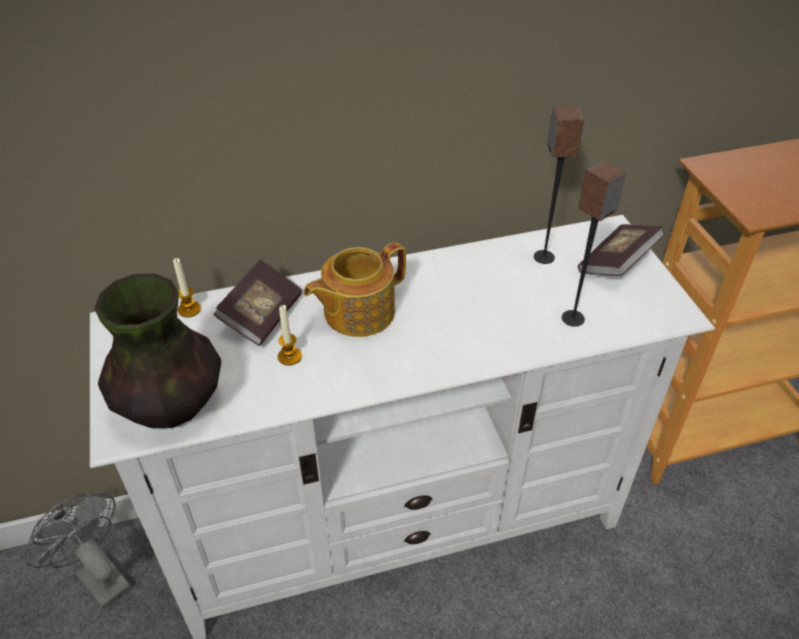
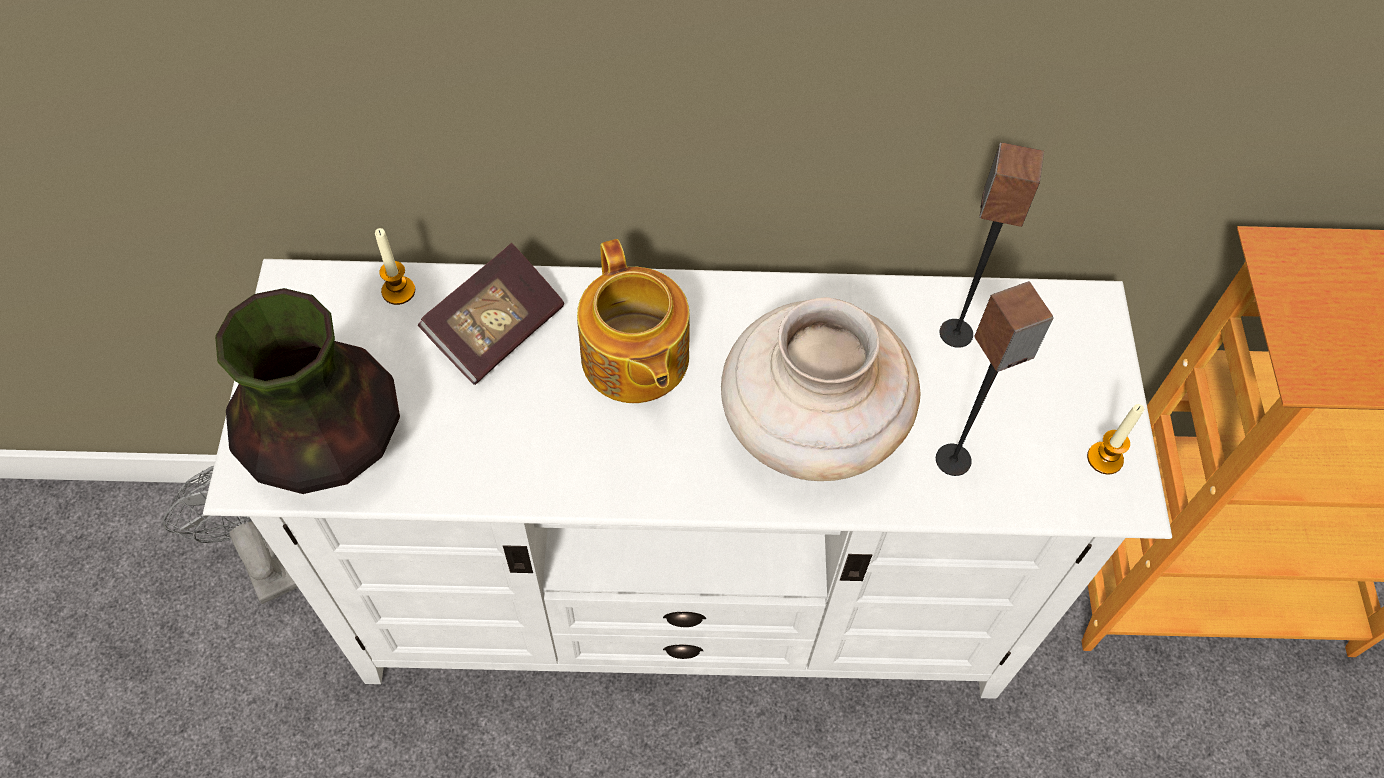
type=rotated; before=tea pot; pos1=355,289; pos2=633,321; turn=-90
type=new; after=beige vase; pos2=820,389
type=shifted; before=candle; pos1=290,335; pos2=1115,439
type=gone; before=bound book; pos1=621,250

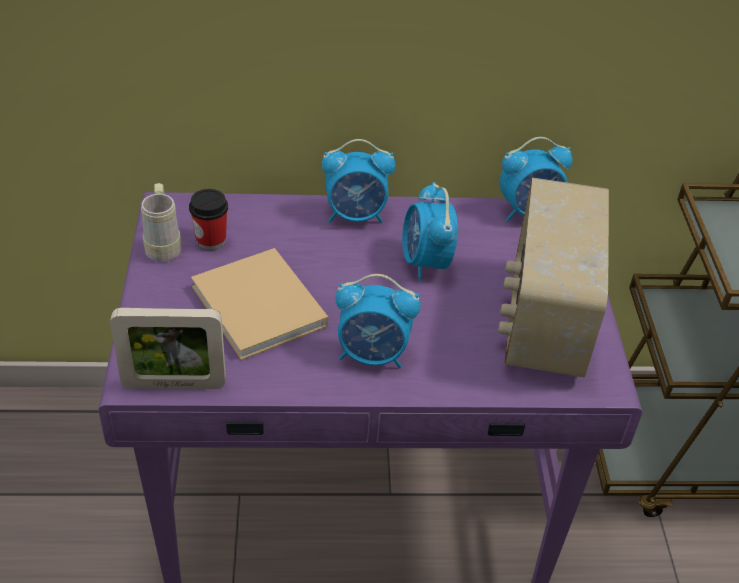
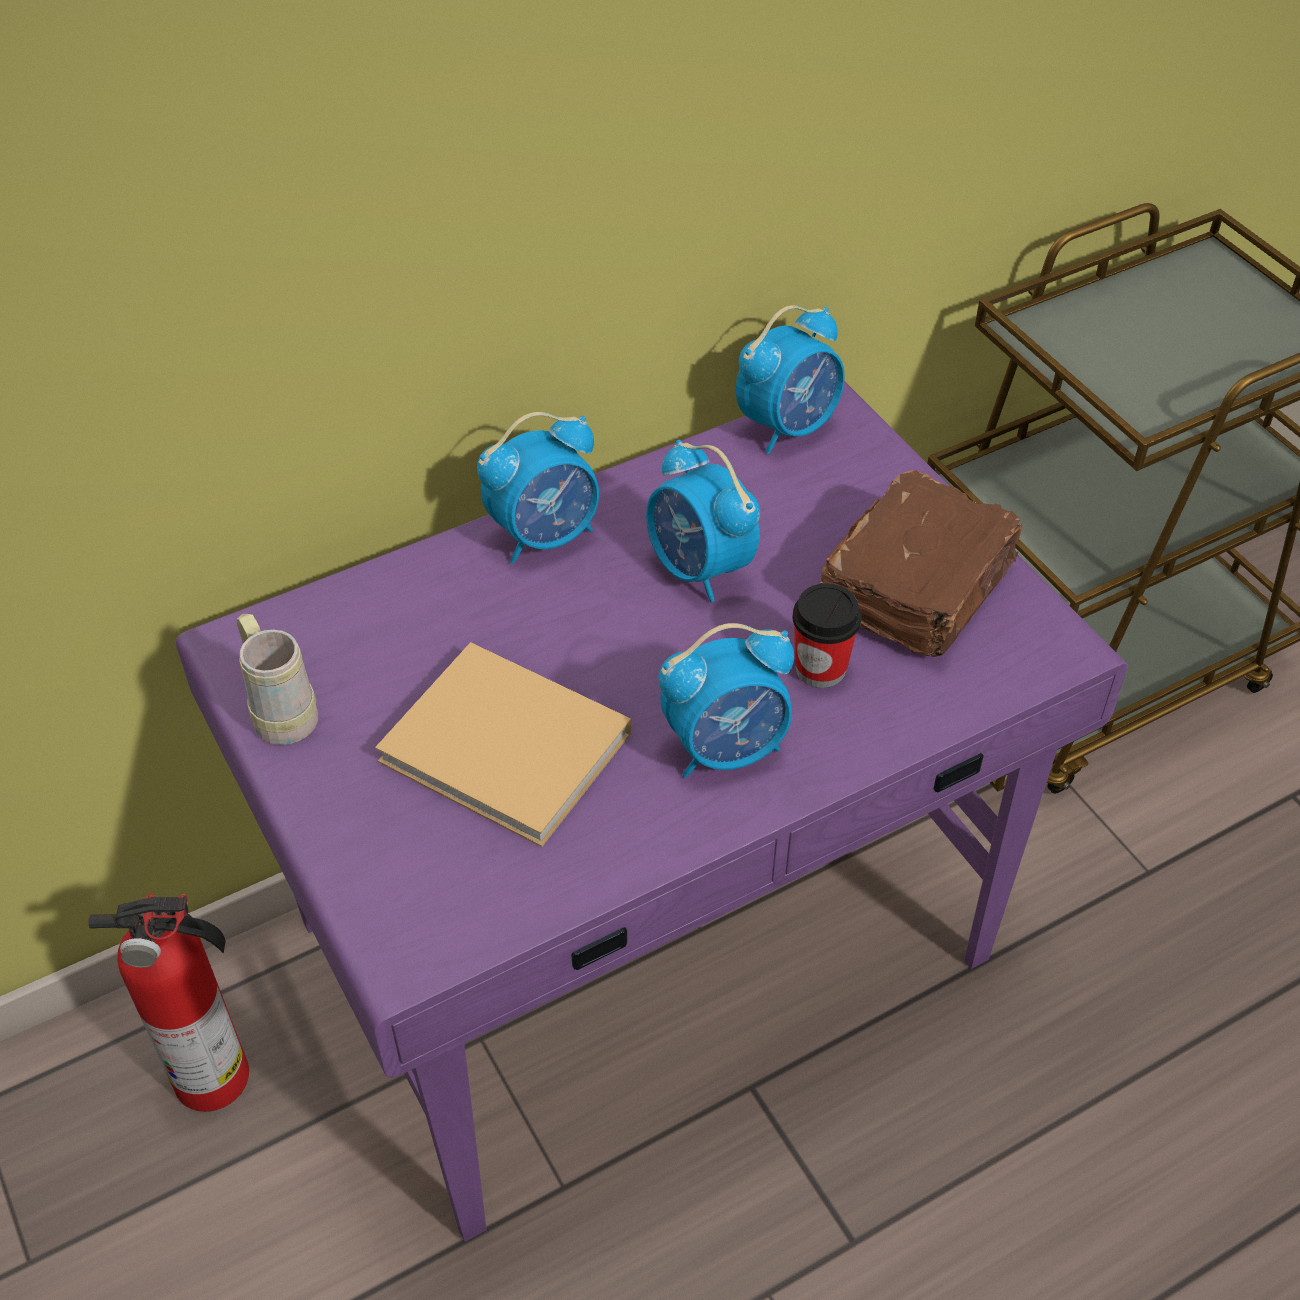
type=new; after=fire-fighting cylinder; pos2=168,1003
type=shifted; before=cup; pos1=208,220; pos2=826,635
type=swapped; before=radio; after=brownish bound book; pos1=553,277; pos2=921,563
type=gone; before=standing frame; pos1=168,348

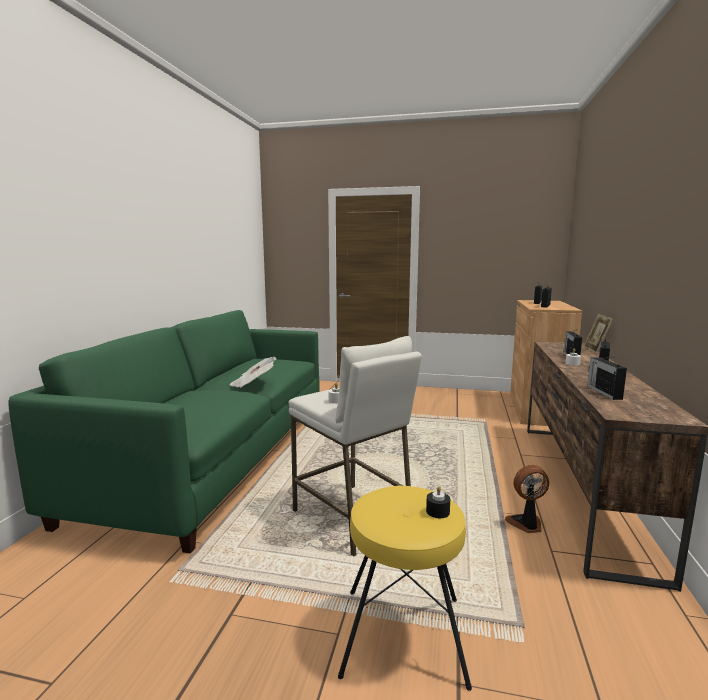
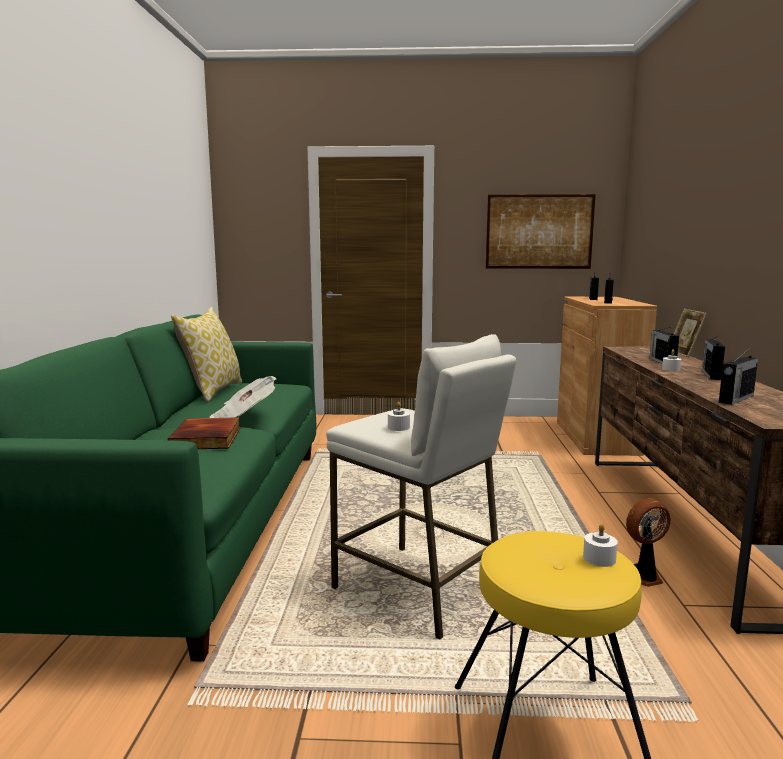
type=new; after=bound book; pos2=204,433
type=new; after=throw pillow; pos2=206,354
type=new; after=wall art; pos2=541,231
type=repainted; before=black candle; after=white-coloured candle; pos1=438,502; pos2=600,545
type=rotated; before=radio; pos1=607,378; pos2=738,376; turn=-120

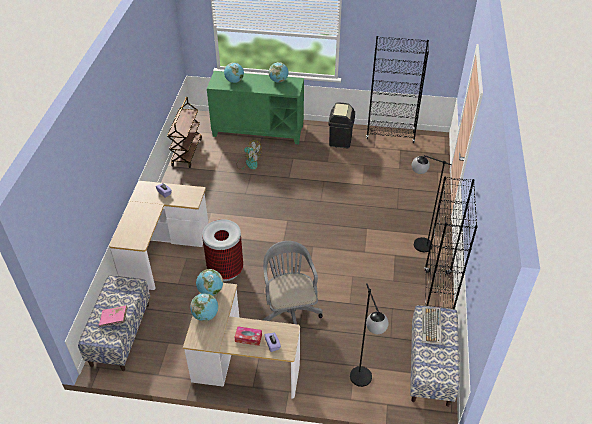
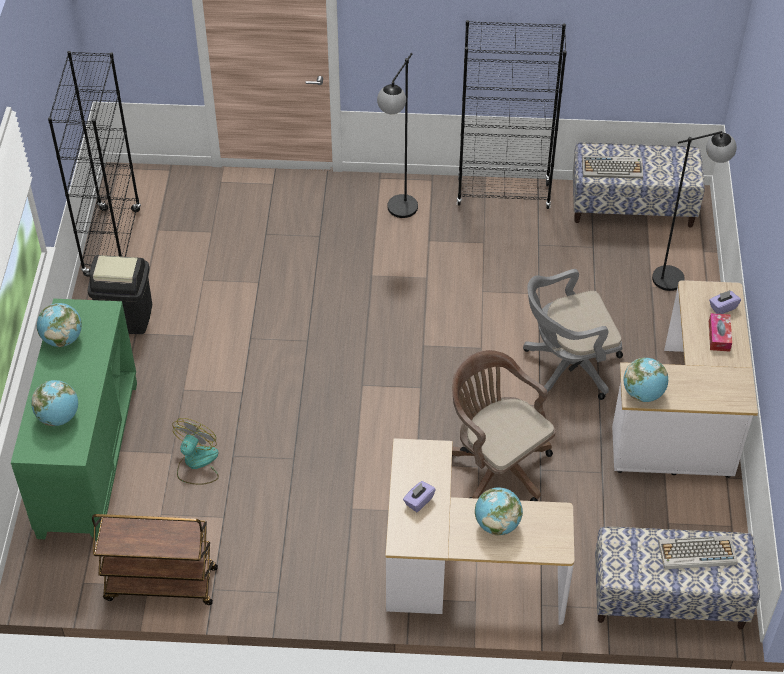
type=swapped; before=rubbish bin; after=brownish office chair; pos1=222,250; pos2=504,425
type=shifted; before=world globe; pos1=204,307; pos2=499,511
type=swapped; before=pinkish bound book; after=computer keyboard; pos1=113,316; pos2=698,552

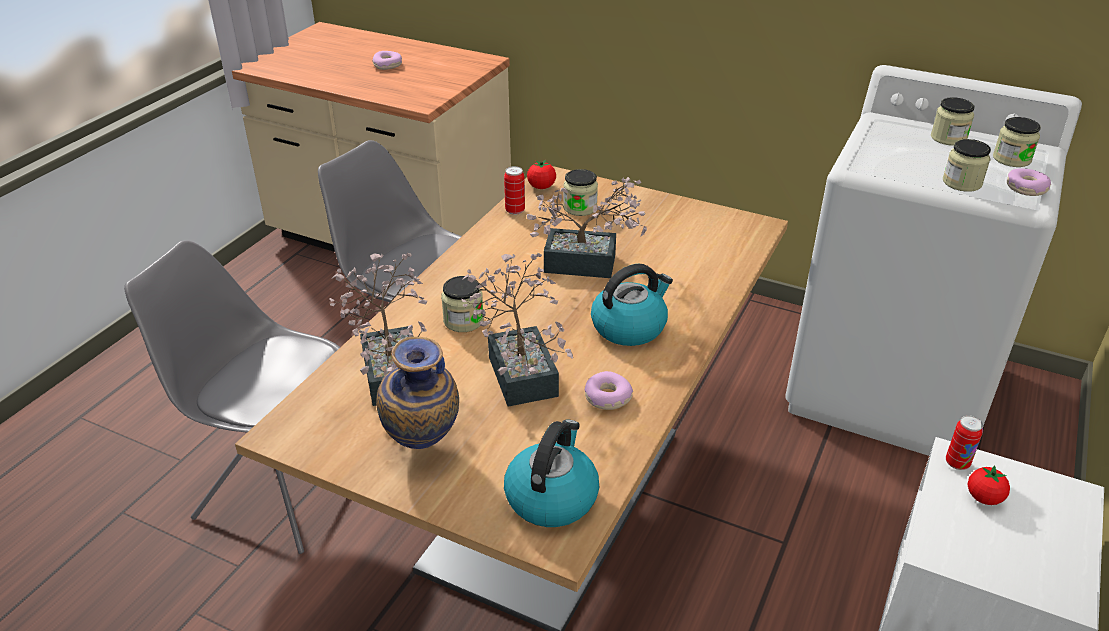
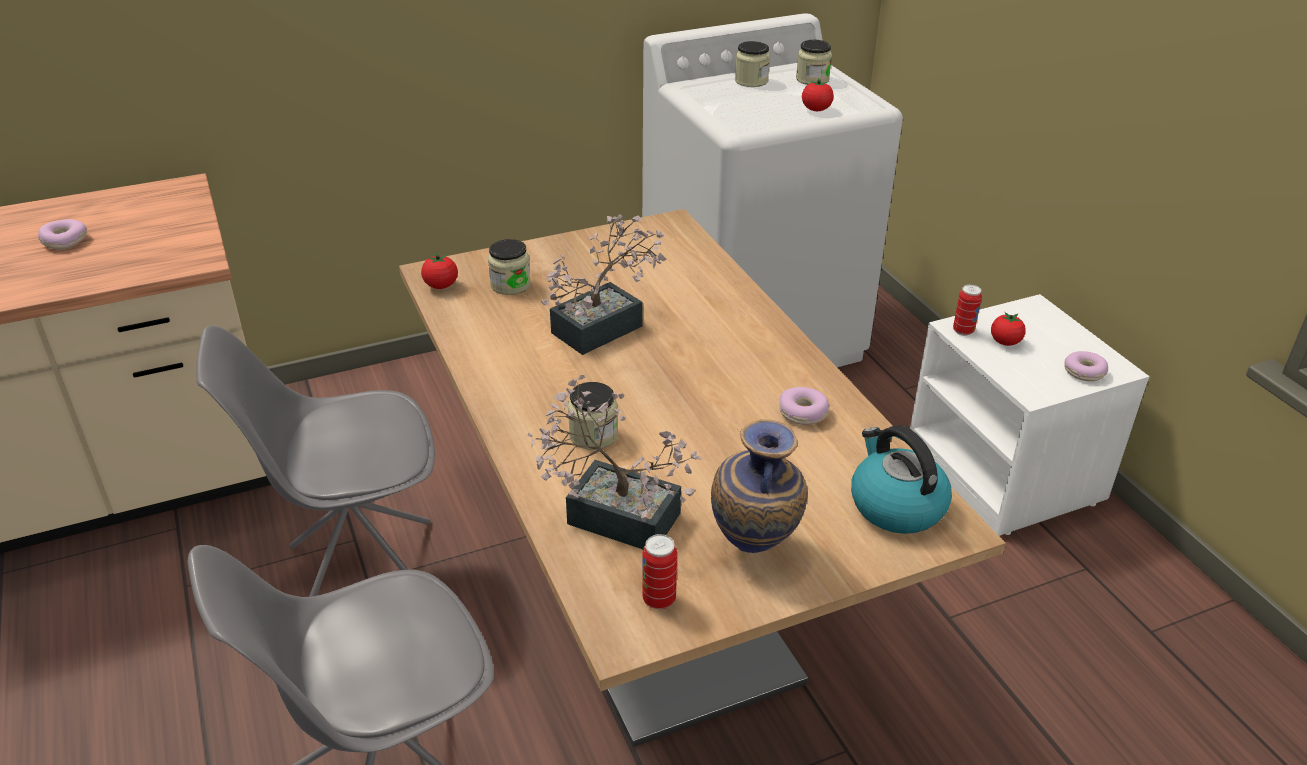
type=shifted; before=metal can; pos1=514,190; pos2=659,571
type=swapped; before=preserve jar; after=tomato; pos1=967,165; pos2=818,94
type=shifted; before=ring doughnut; pos1=1029,182; pos2=1086,366
type=gone; before=plant in a pot; pos1=517,330
type=gone; before=tea kettle; pos1=632,305

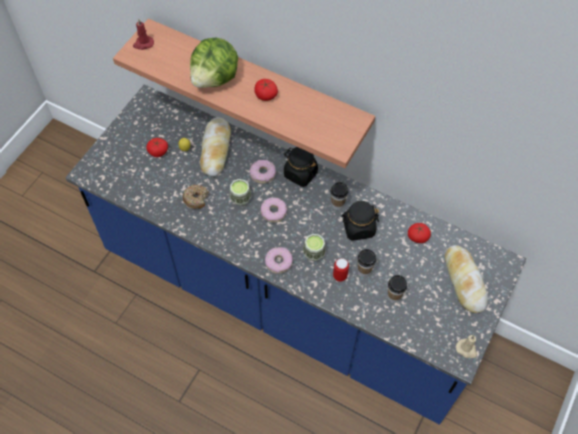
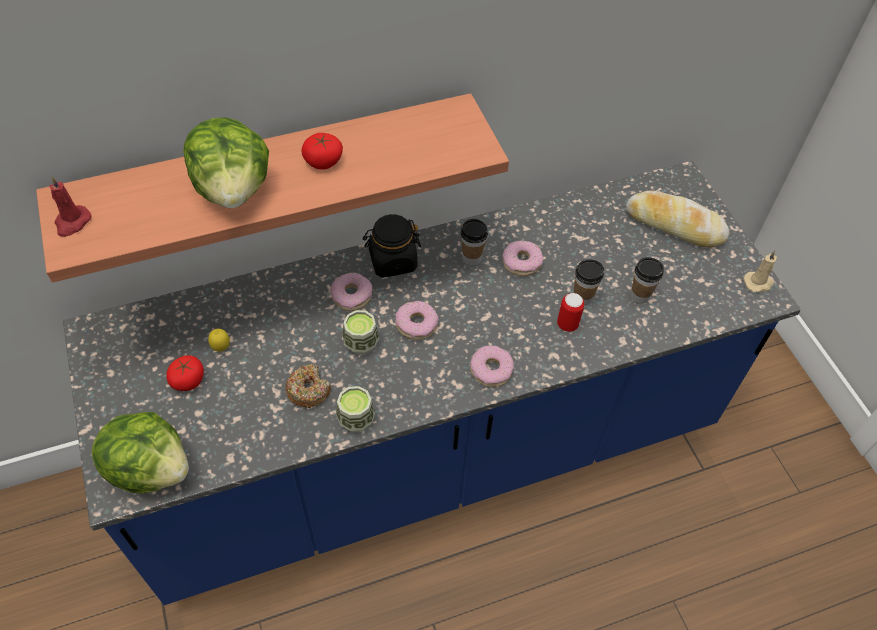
type=new; after=lettuce head; pos2=140,453
type=shifted; before=cup; pos1=314,247; pos2=355,409
type=swapped; before=black preserve jar; after=ring doughnut; pos1=360,221; pos2=522,258
type=gone; before=baked bread; pos1=215,146
type=gone; before=tomato; pos1=419,233

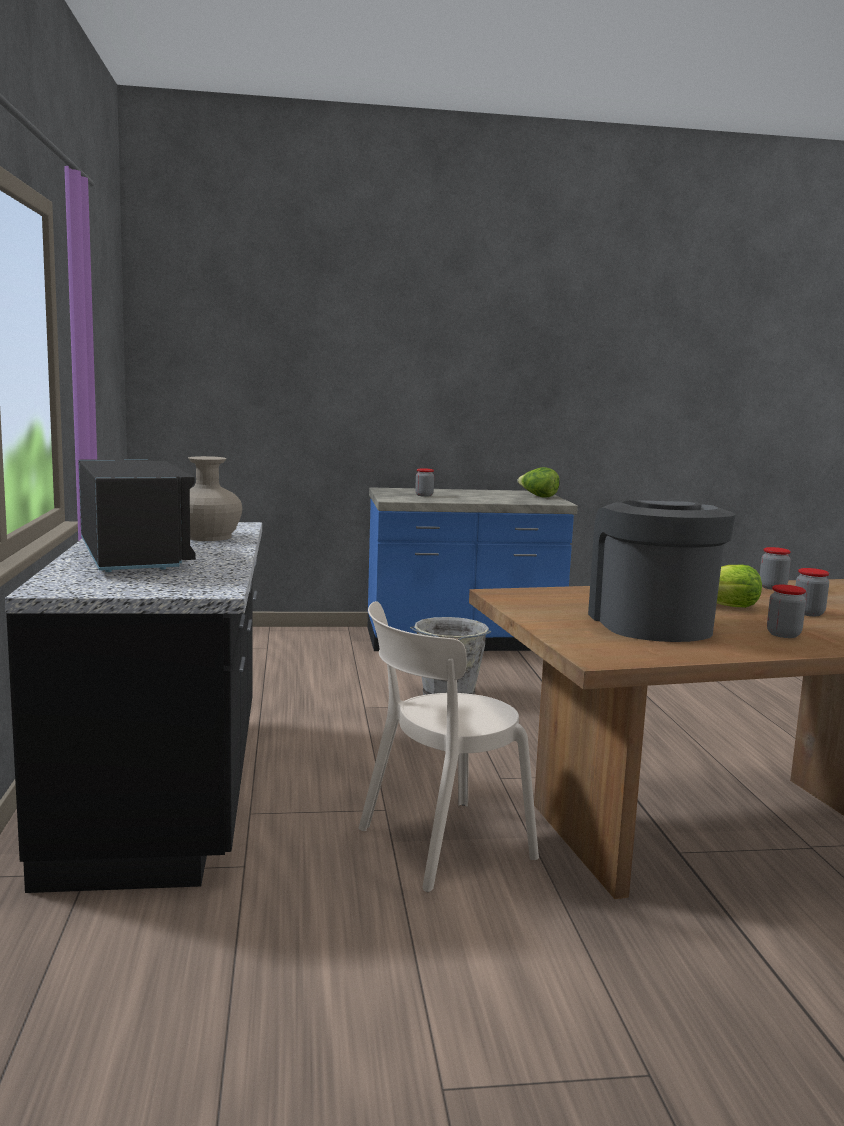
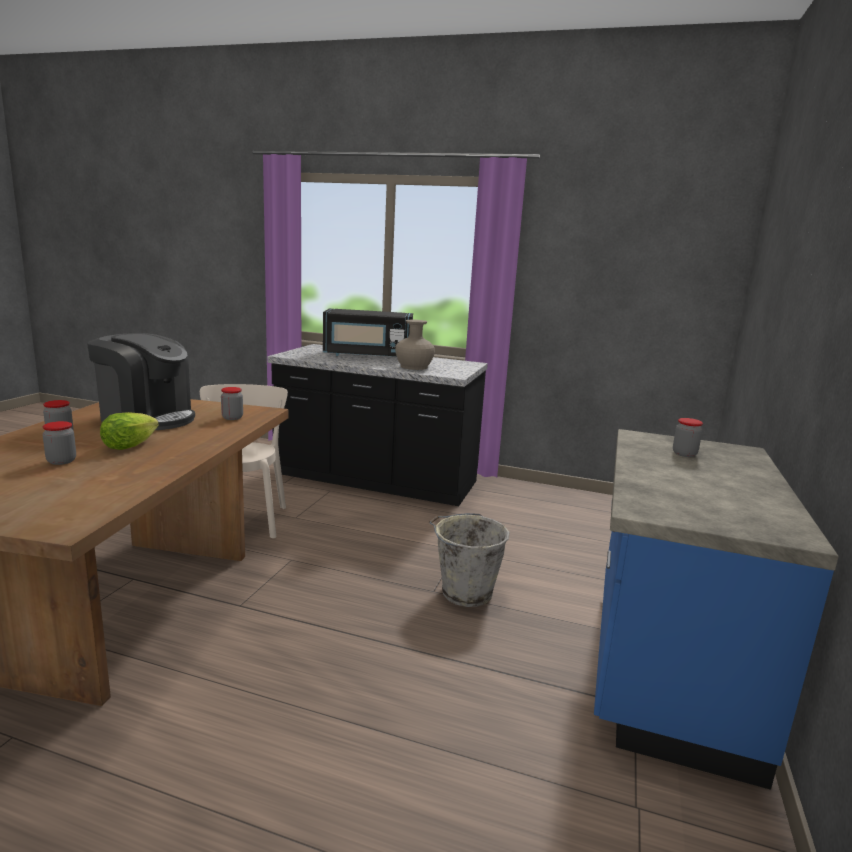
type=shifted; before=preserve jar; pos1=775,568; pos2=232,403
type=gone; before=lettuce head; pos1=538,482

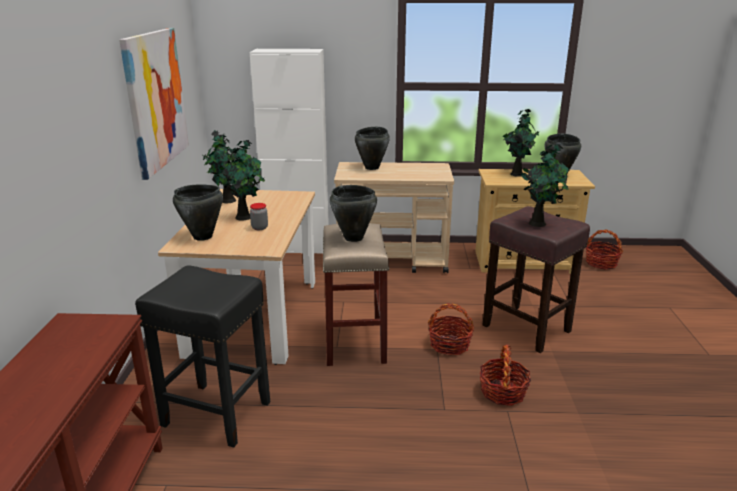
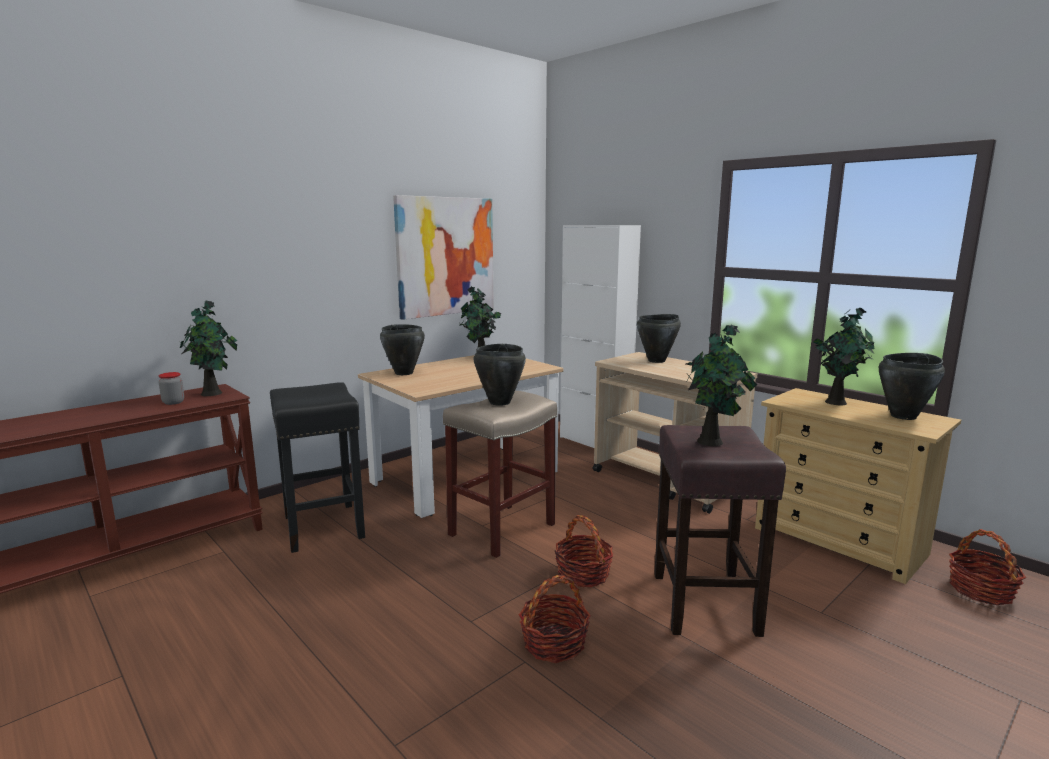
type=shifted; before=preserve jar; pos1=259,216; pos2=171,388
type=shifted; before=plant in a pot; pos1=240,180; pos2=208,348

